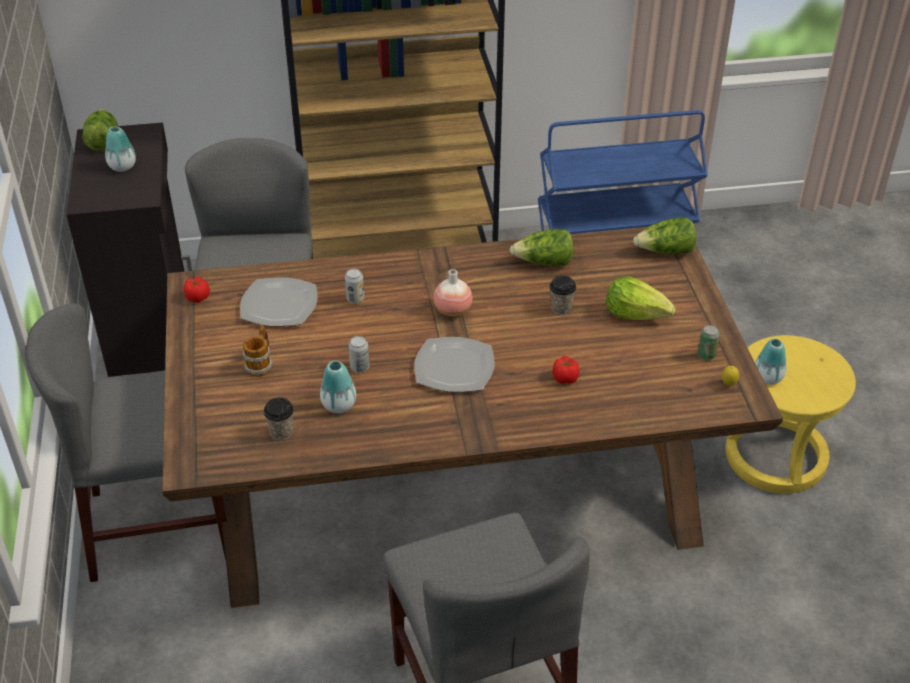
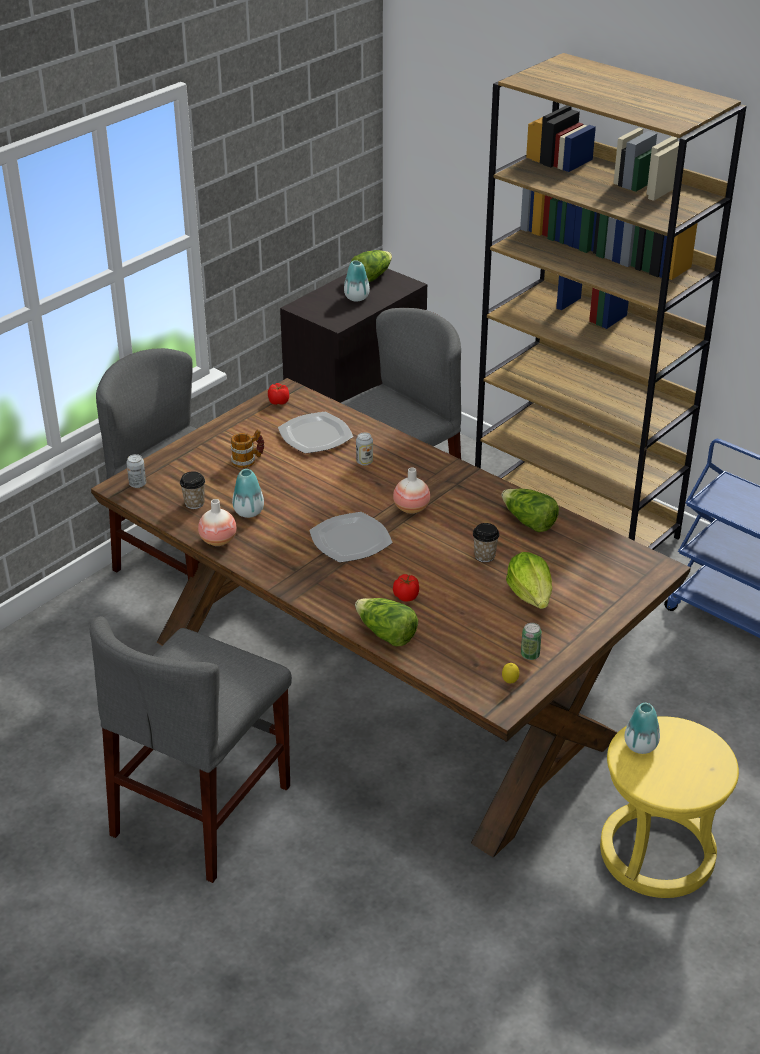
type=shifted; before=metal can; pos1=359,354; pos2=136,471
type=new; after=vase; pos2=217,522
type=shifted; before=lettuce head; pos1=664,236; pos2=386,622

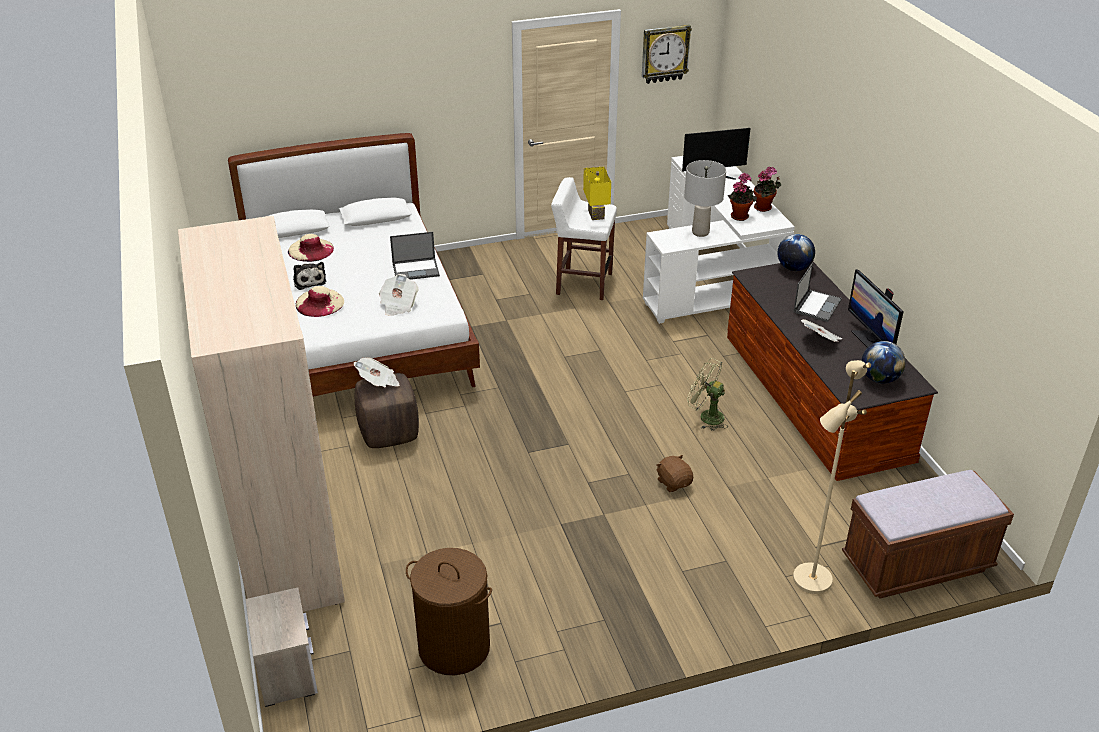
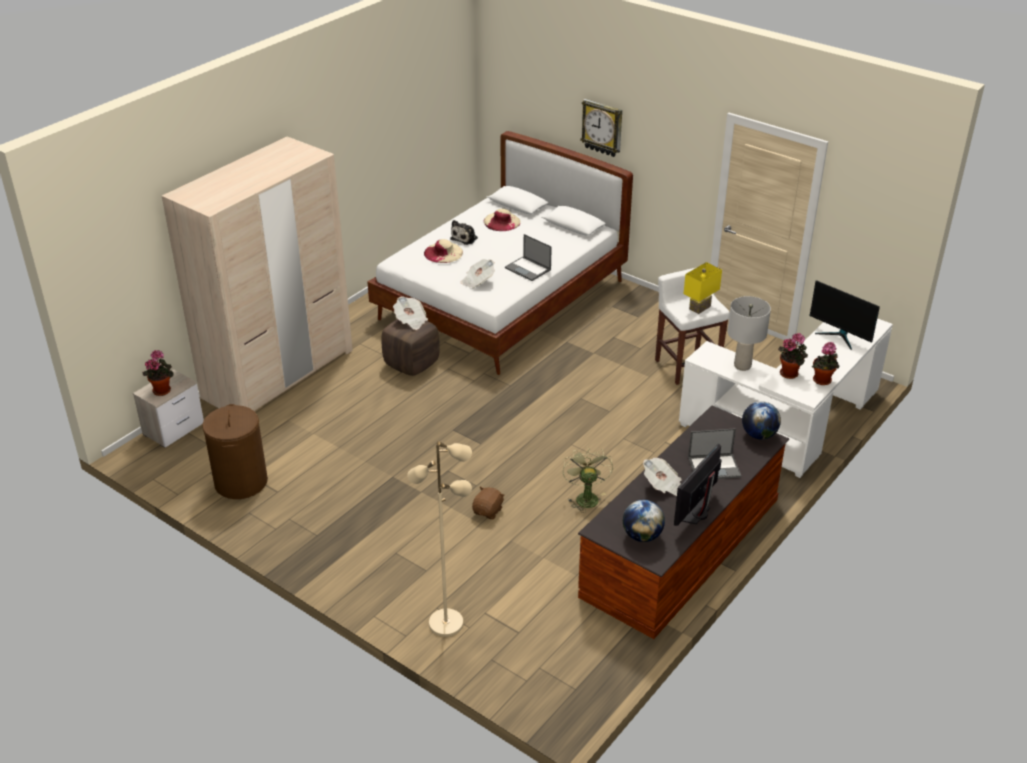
type=new; after=plant in a pot; pos2=158,373
type=shifted; before=wall clock; pos1=667,54; pos2=601,128
type=gone; before=brownish bench; pos1=928,534

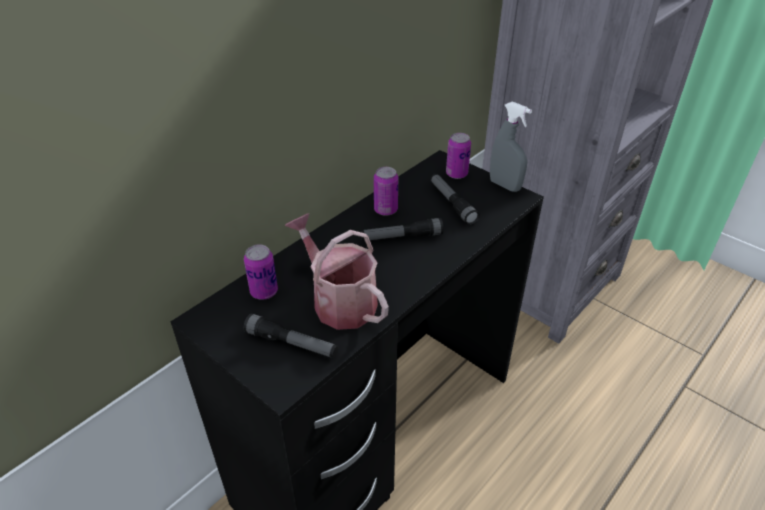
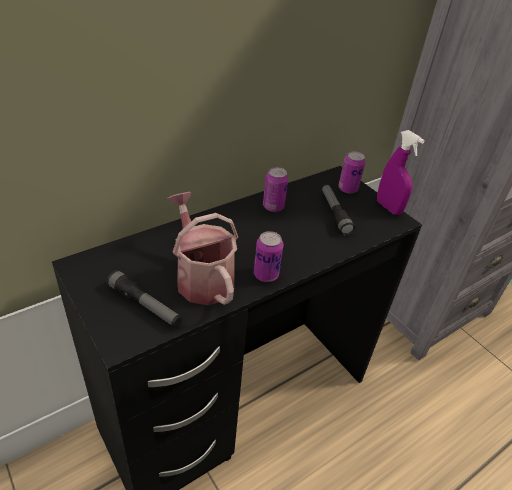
type=shifted; before=metal can; pos1=261,272; pos2=268,256
type=repainted; before=grey hand sprayer; after=purplish hand sprayer; pos1=511,146; pos2=400,172
type=gone; before=hand torch; pos1=402,229

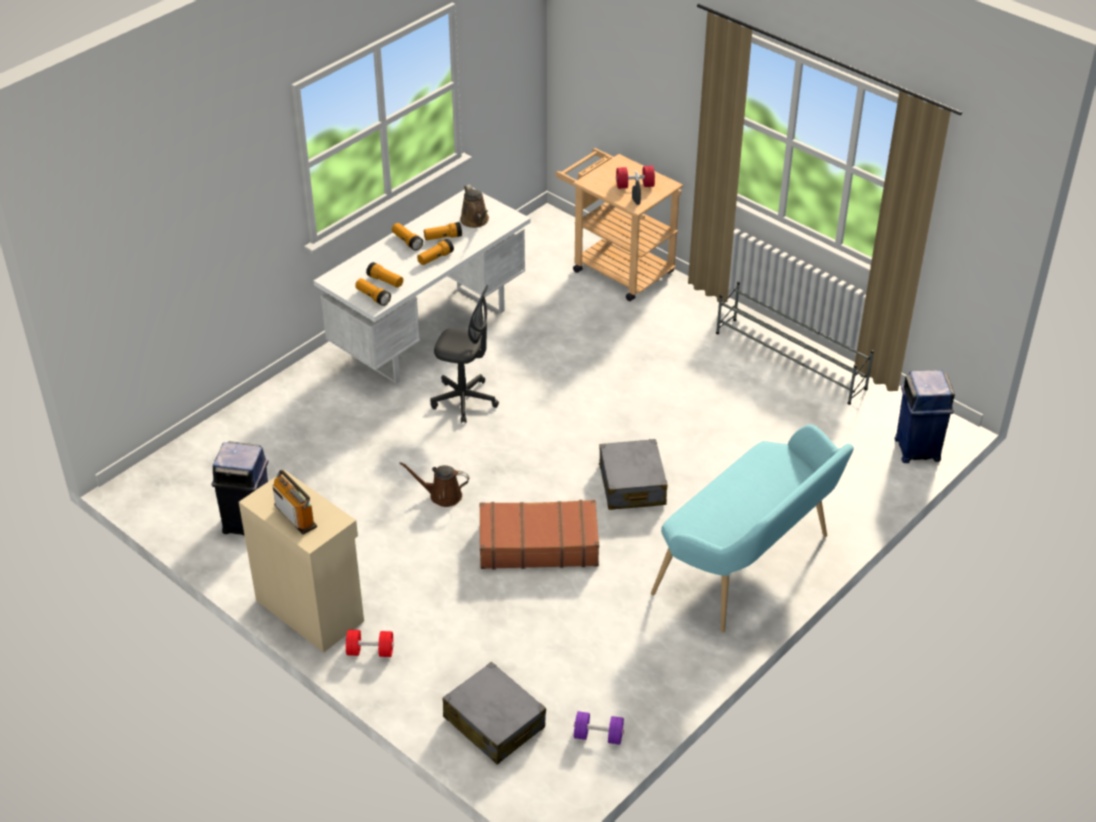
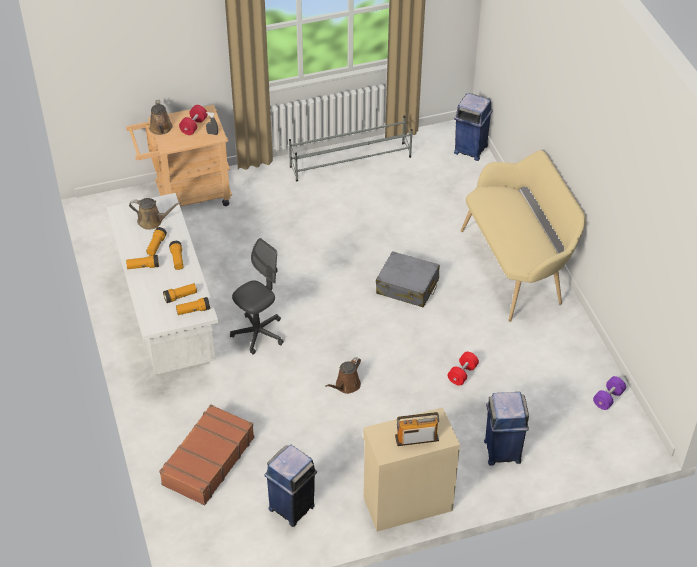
type=new; after=brownish sprinkling can; pos2=161,117
type=shifted; before=brownish suitcase; pos1=539,534; pos2=206,455
type=shifted; before=reddish free weight; pos1=369,643; pos2=463,369
type=repainted; before=turquoise bench; after=beige bench; pos1=752,528; pos2=523,236
type=new; after=bluish rubbish bin; pos2=506,429
type=gone; before=grey suitcase; pos1=494,713

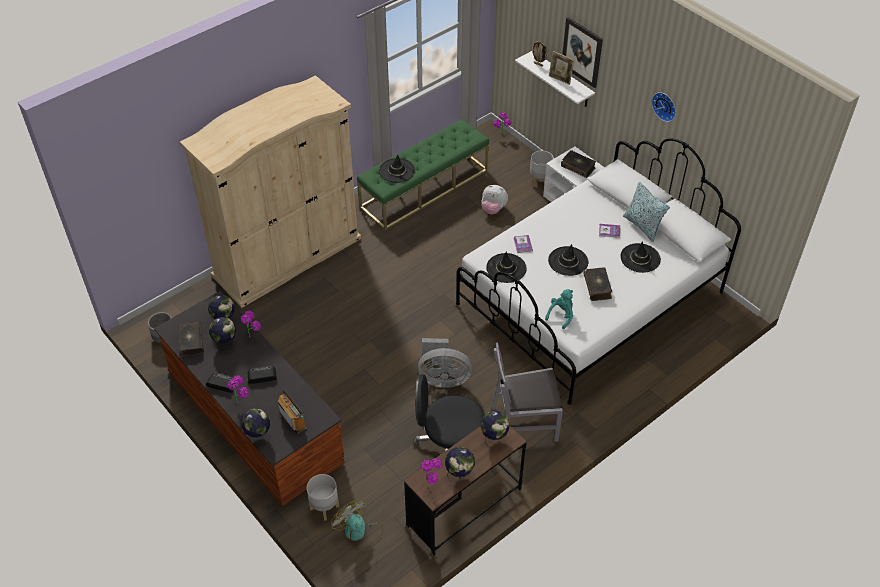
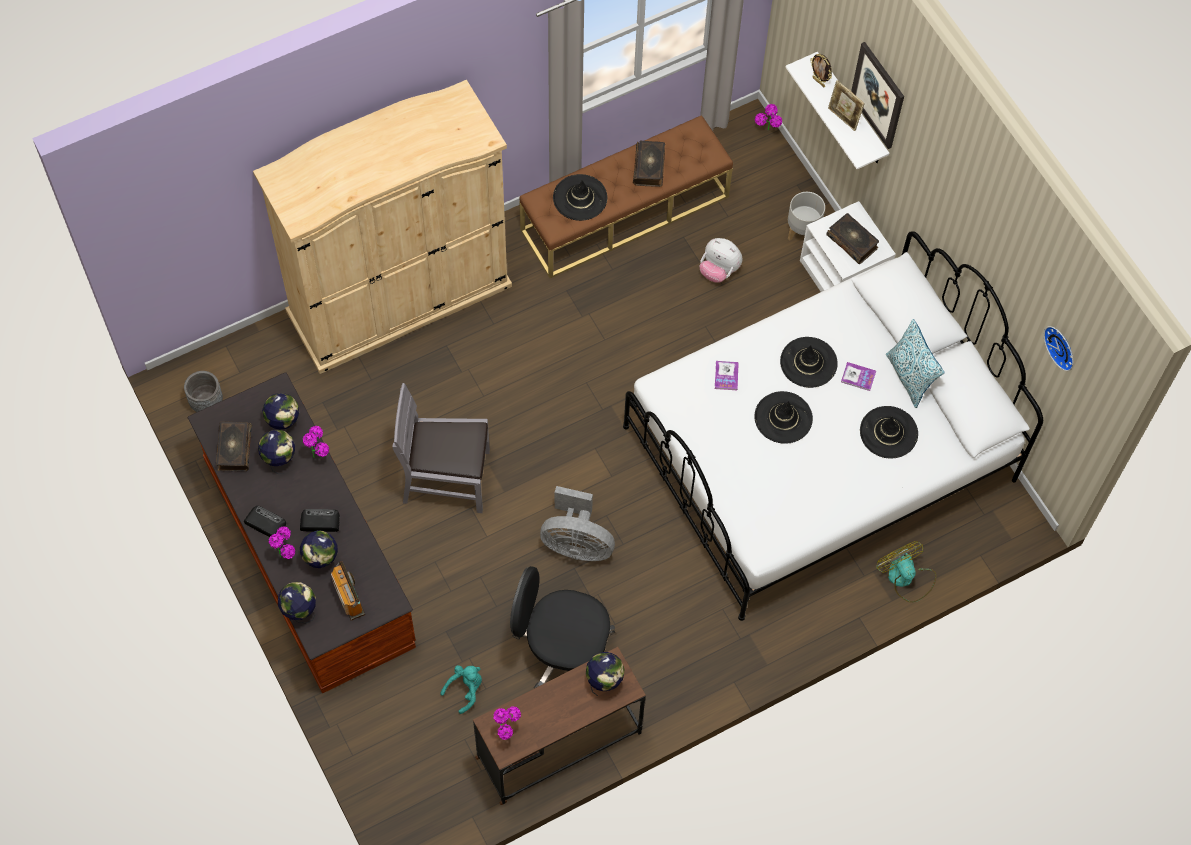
type=shifted; before=world globe; pos1=460,463; pos2=319,549
type=shifted; before=grey chair; pos1=527,392; pos2=441,448
type=shifted; before=turquoise cuddly toy; pos1=559,309; pos2=461,689
type=repainted; before=greenish bench; after=brownish bench; pos1=423,174; pos2=626,196
type=shifted; before=bound book; pos1=597,284; pos2=649,164
type=shifted; before=black hat; pos1=506,267; pos2=809,362
type=shifted; before=fan; pos1=357,525; pos2=907,572
type=shifted; before=wall clock; pos1=663,107; pos2=1058,348
type=gone; before=grey plant pot; pos1=323,497

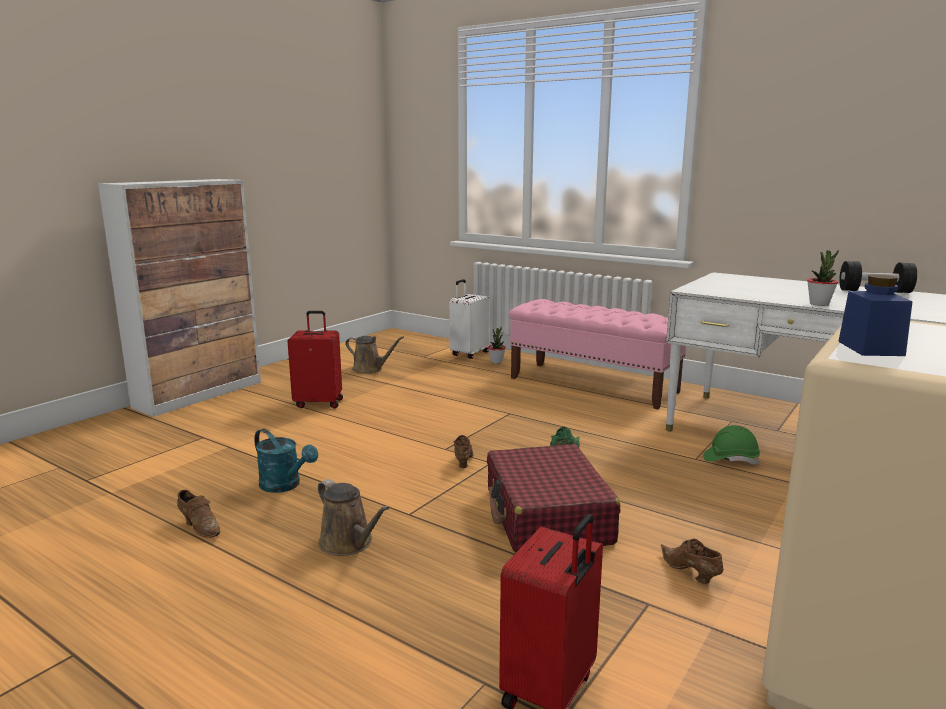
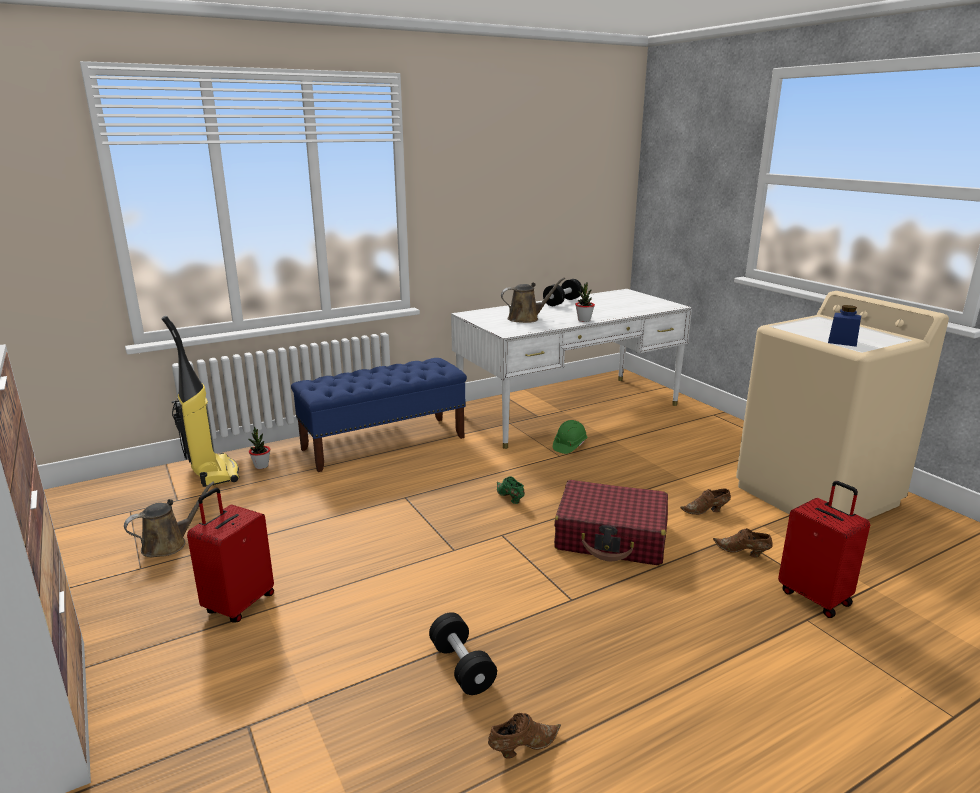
type=swapped; before=white-coloured suitcase; after=vacuum; pos1=469,319; pos2=200,401
type=repainted; before=pinkish bench; after=bluish bench; pos1=597,354; pos2=379,415
type=swapped; before=turquoise sprinkling can; after=black free weight; pos1=286,461; pos2=463,653
type=shifted; before=brownish sprinkling can; pos1=353,517; pos2=533,300
type=shifted; before=brownish low shoe; pos1=464,451; pos2=743,542

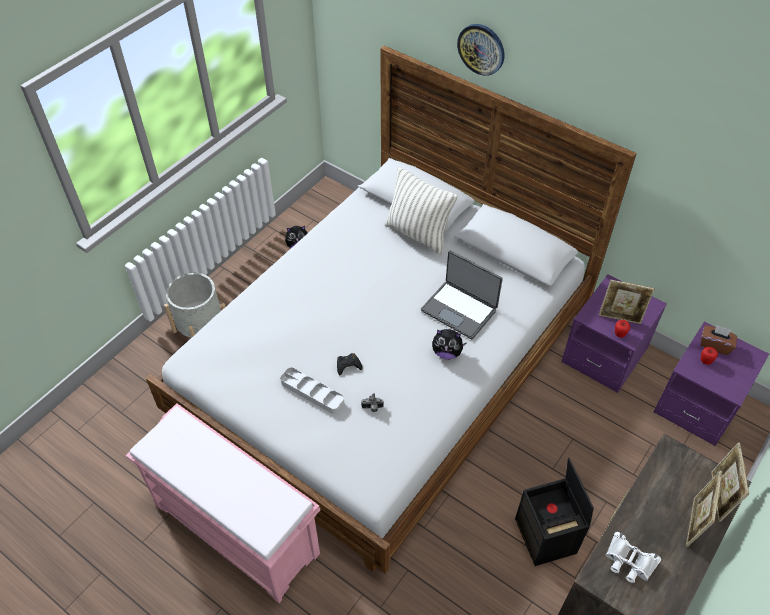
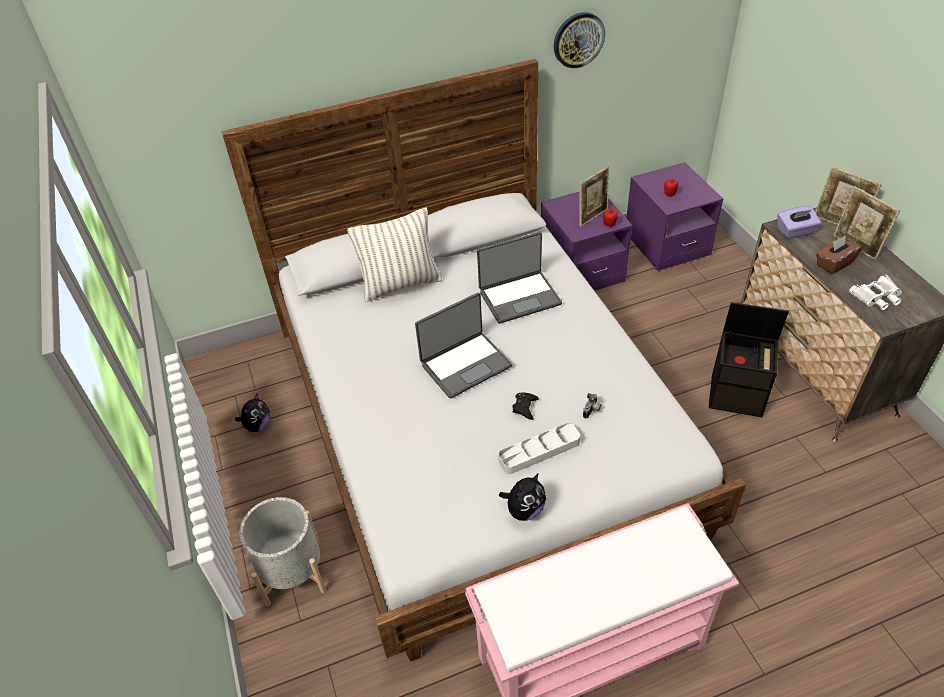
type=new; after=notebook computer; pos2=463,346
type=shifted; before=cuddly toy; pos1=449,344; pos2=522,497
type=shifted; before=wall clock; pos1=481,50; pos2=579,40
type=new; after=purplish tissue box; pos2=799,222
type=shifted; before=brownish tissue box; pos1=719,340; pos2=839,254

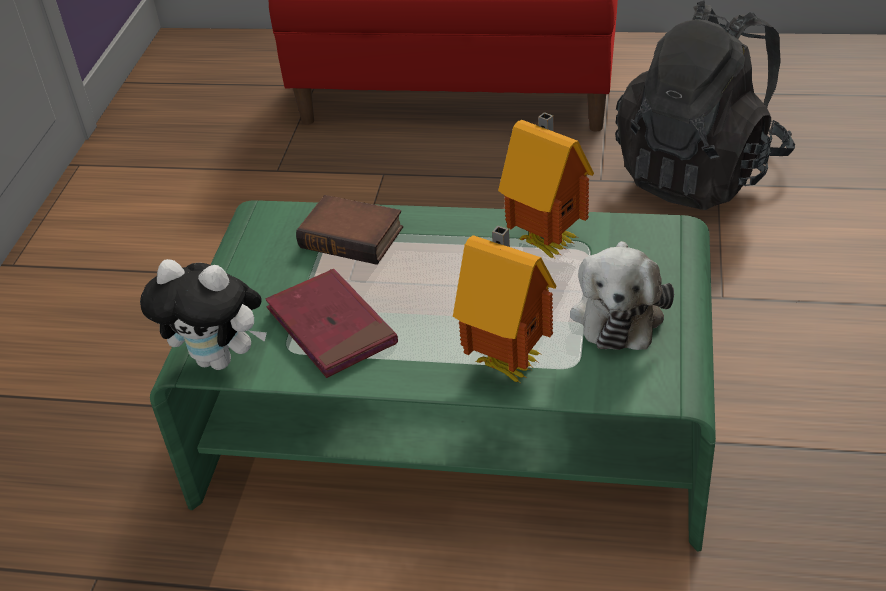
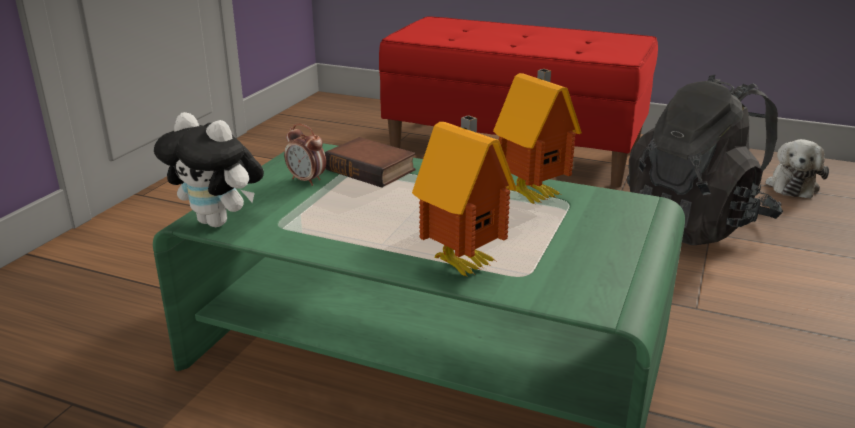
type=new; after=table clock; pos2=305,155
type=shifted; before=cuddly toy; pos1=622,295; pos2=797,169
type=gone; before=reddish bound book; pos1=332,323

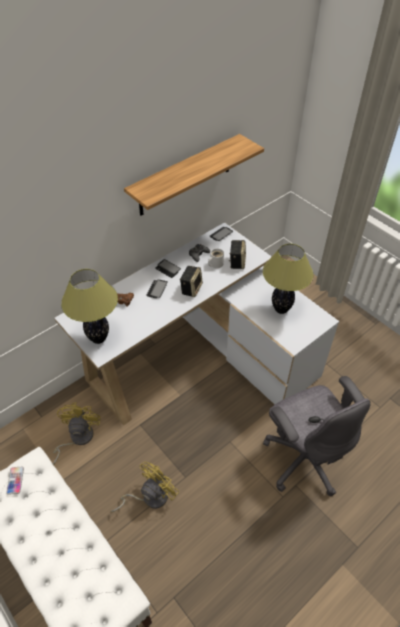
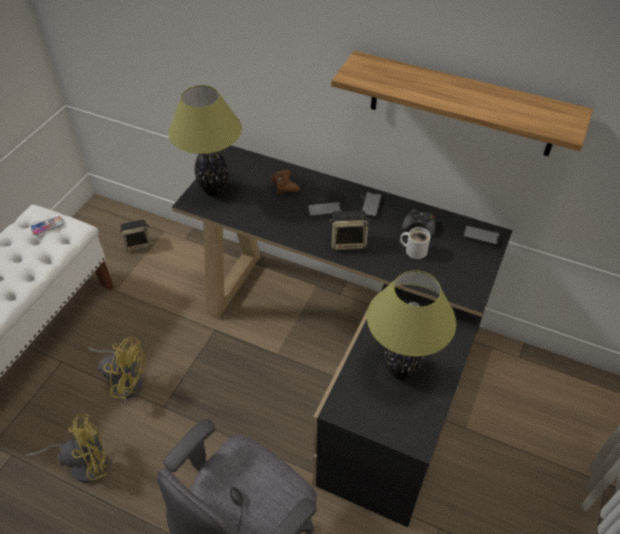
type=shifted; before=yellow fan; pos1=77,434; pos2=66,448
type=shifted; before=audio speaker; pos1=237,254; pos2=135,236
type=repainted; before=white-coloured desk unit; after=black desk unit; pos1=196,324; pos2=342,336

